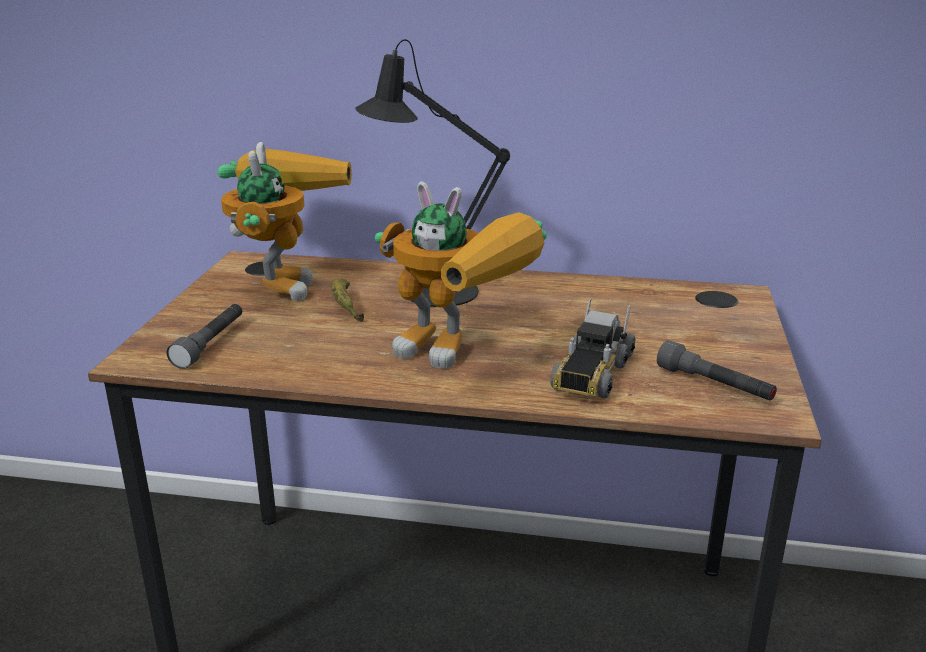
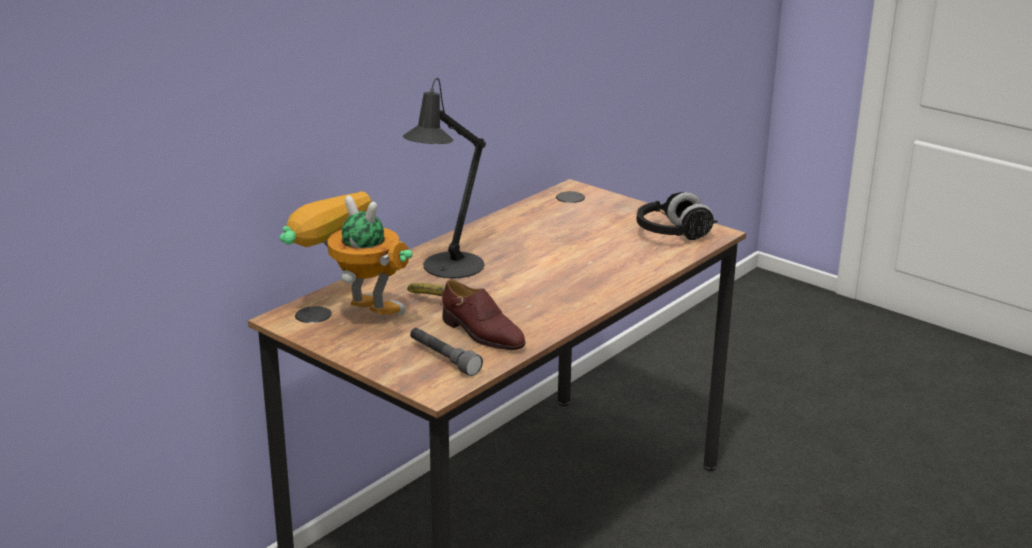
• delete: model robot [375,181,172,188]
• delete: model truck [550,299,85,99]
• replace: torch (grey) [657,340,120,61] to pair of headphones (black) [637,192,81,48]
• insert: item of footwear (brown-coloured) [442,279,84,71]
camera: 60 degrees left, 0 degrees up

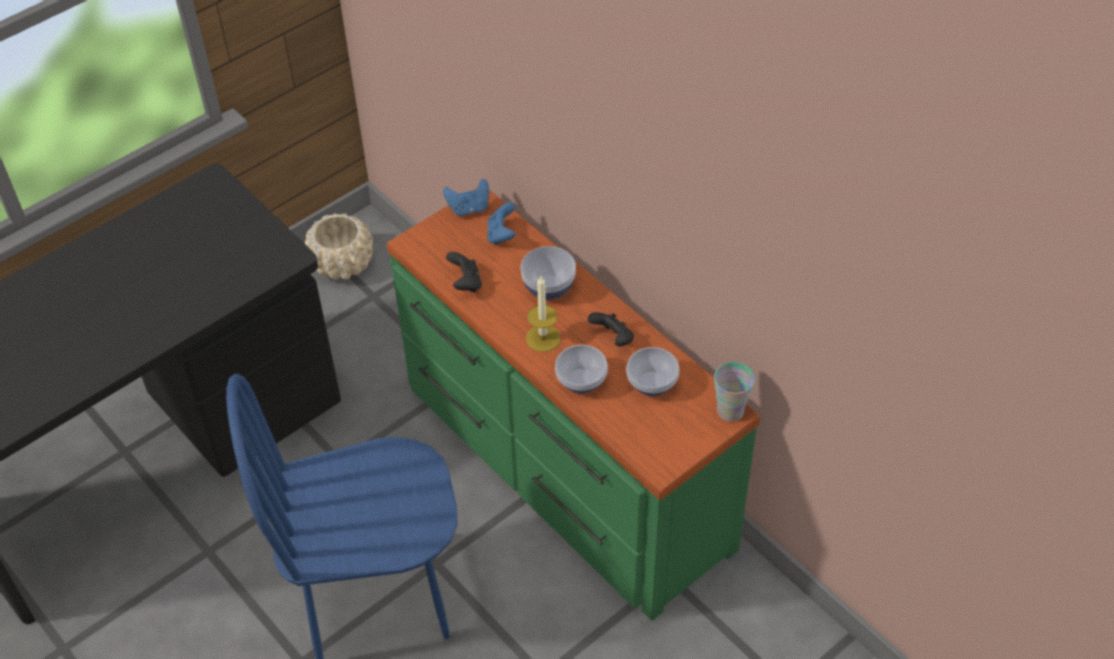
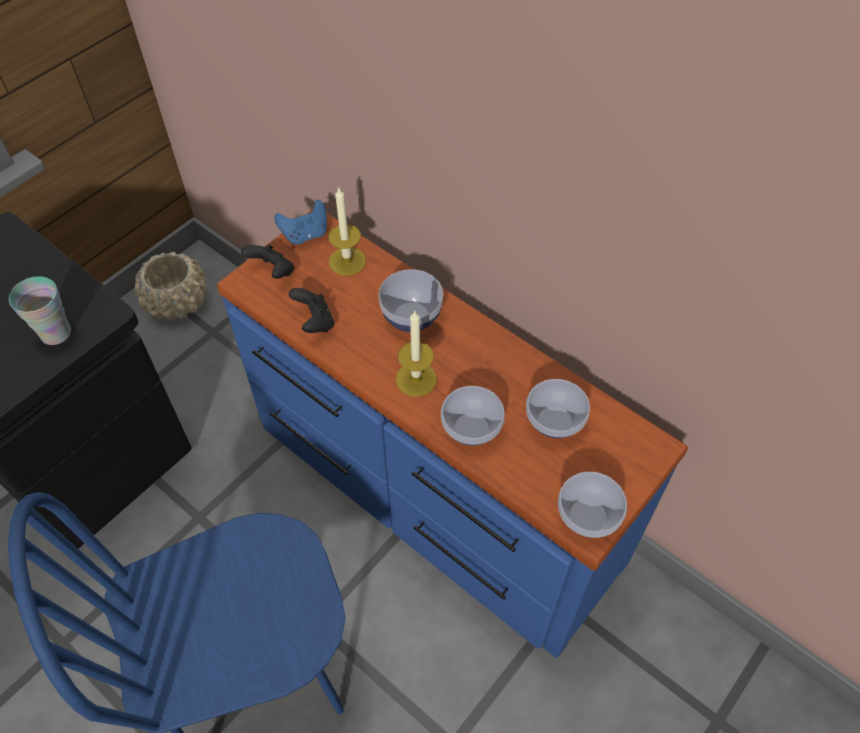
• recolor: dresser (greenish) [387,187,373,434] to dresser (blue-coloured) [217,209,471,449]
• replace: game controller (blue-coloured) [487,202,29,43] to wax candle [328,186,38,90]
• move: game controller (black) [588,312,46,35] to [241,245,53,34]
• move: drinking cup [714,362,41,60] to [9,276,62,69]
• insert: deep dish [558,472,69,66]
camera: 10 degrees left, 5 degrees up

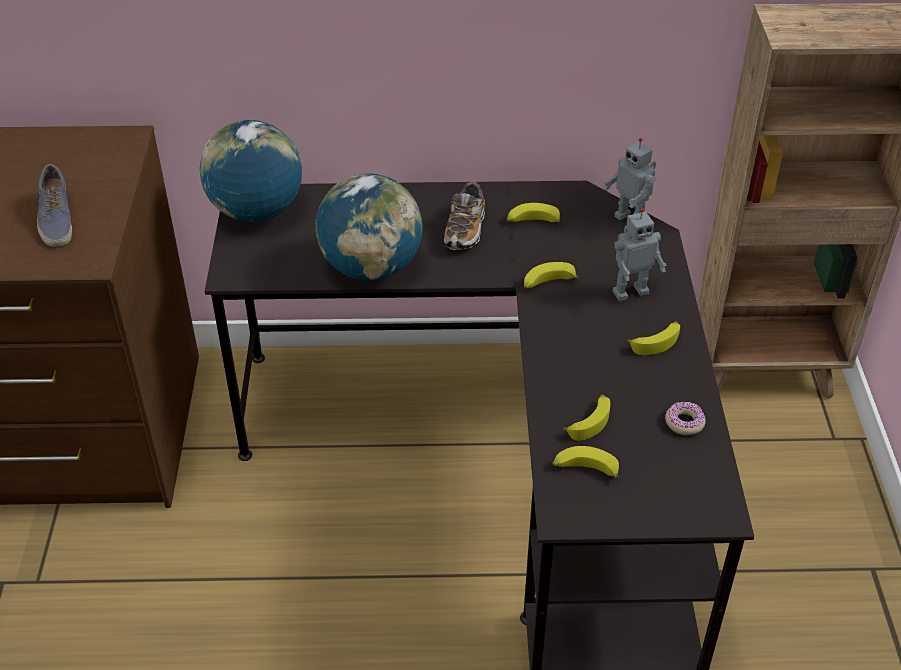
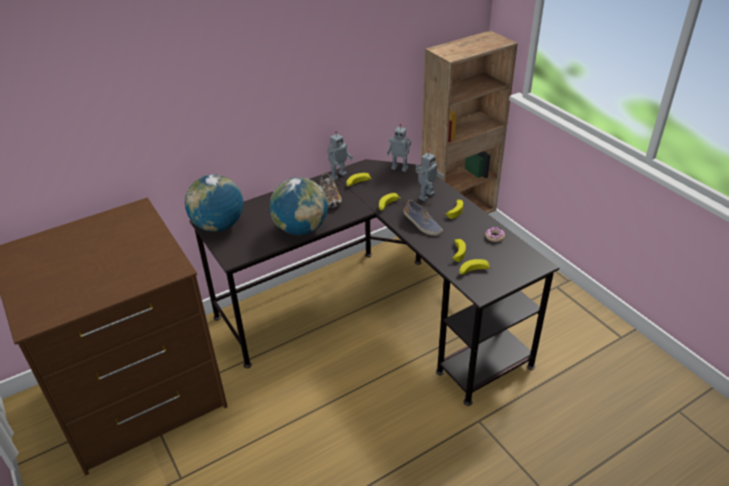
• move: item of footwear [37,164,35,83] to [403,200,40,36]
• insert: model robot [327,131,26,49]
camera: 30 degrees left, 5 degrees down

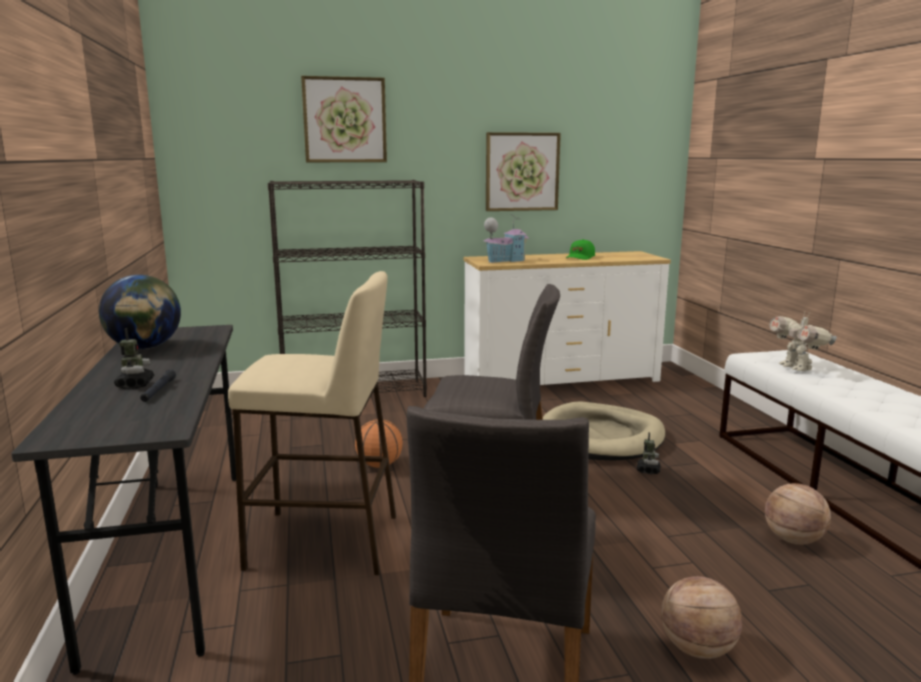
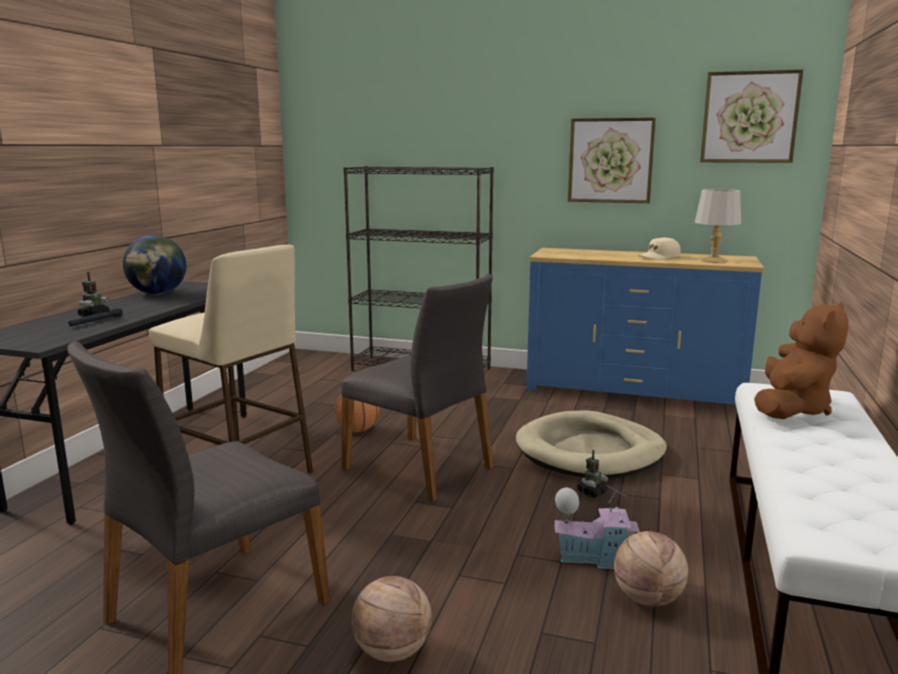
• move: wall picture [301,76,86,86] to [700,69,104,94]
• recolor: dresser (whitish) [464,251,207,134] to dresser (blue-coloured) [527,248,237,163]
• move: miniature house [484,214,45,49] to [555,485,85,84]
• recolor: baseball cap (greenish) [566,239,29,21] to baseball cap (beige) [638,237,43,23]
• replace: model robot [769,313,68,58] to cuddly toy (brown-coloured) [754,302,94,117]
• insert: tabletop lamp (grey) [695,189,46,74]
camera: 30 degrees right, 0 degrees up

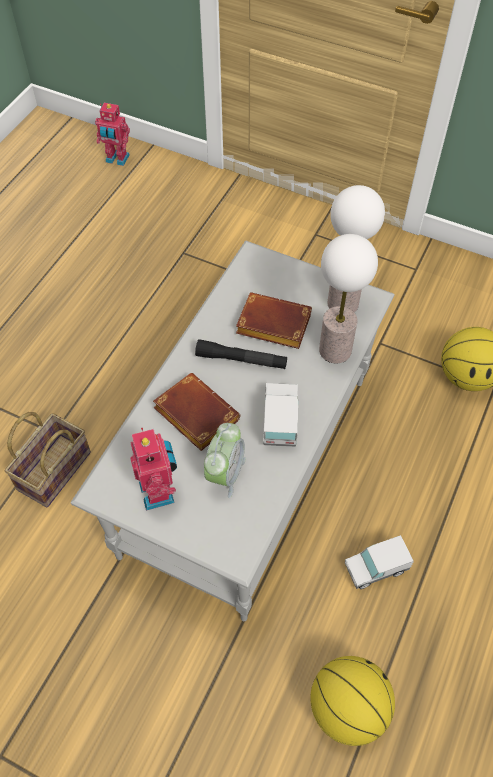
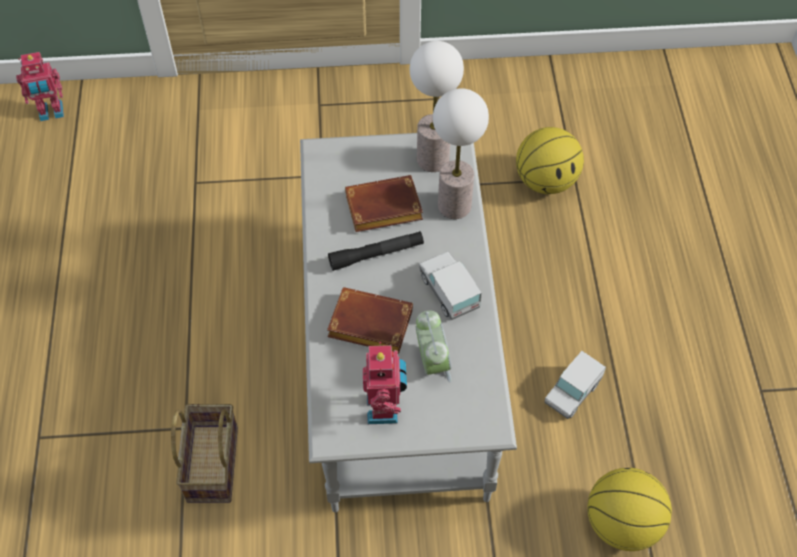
• rotate: model robot [130,428,47,83] = [363,342,44,82] 45 degrees clockwise
camera: 30 degrees left, 0 degrees up

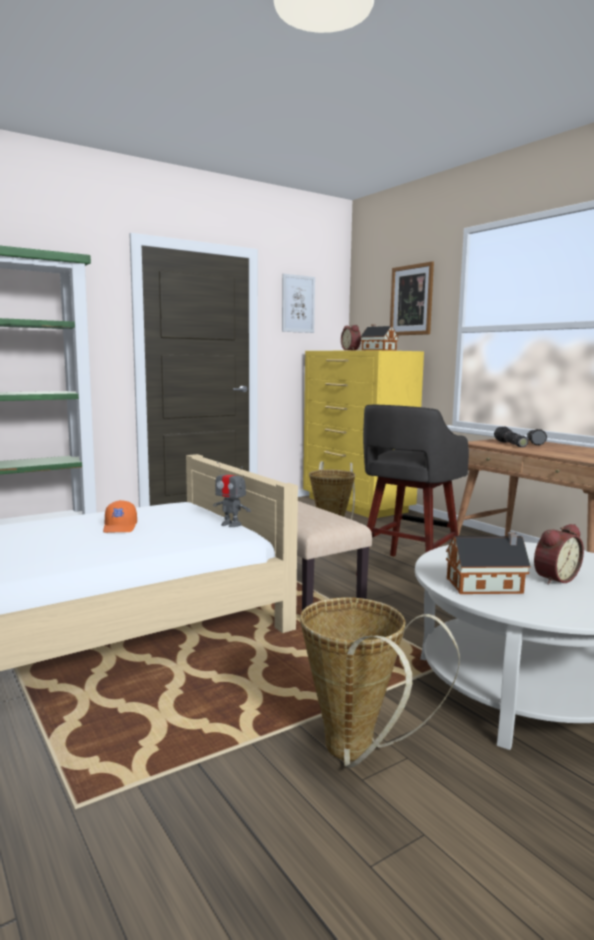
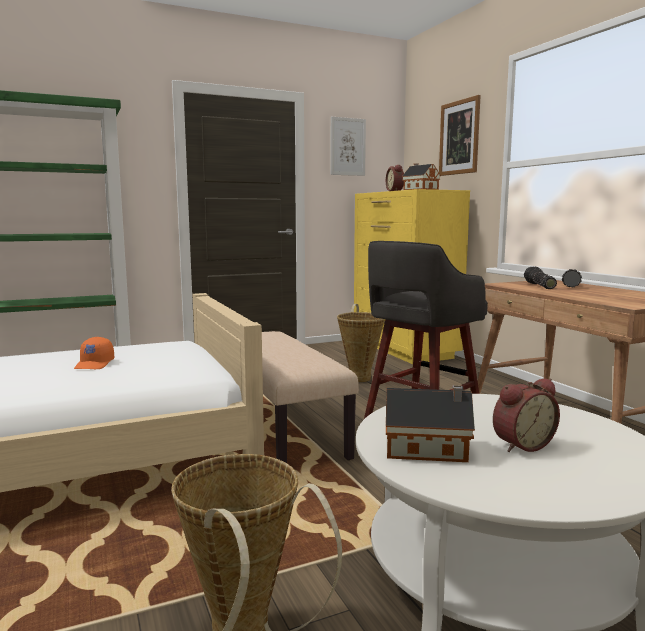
• delete: model robot [213,462,38,65]
camera: 10 degrees right, 0 degrees up

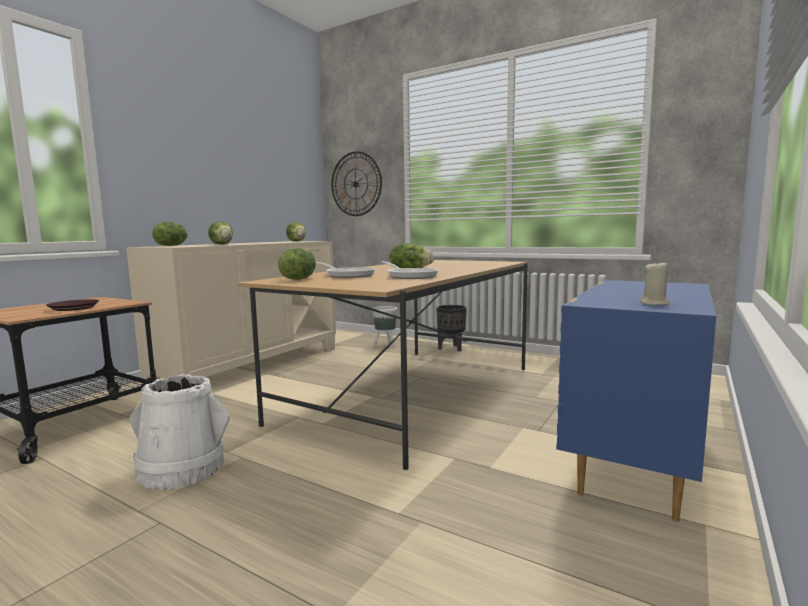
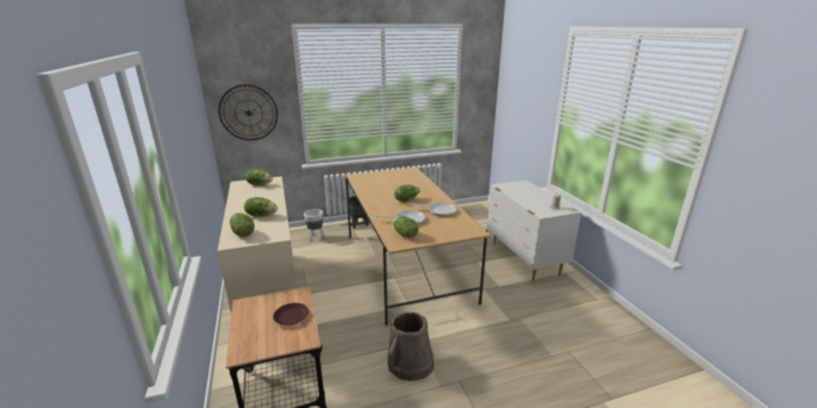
• recolor: water bucket (whitish) [130,374,100,116] to water bucket (brown-coloured) [387,312,47,69]
• recolor: dresser (blue-coloured) [556,280,160,241] to dresser (whitish) [487,180,95,101]
camera: 50 degrees left, 15 degrees up

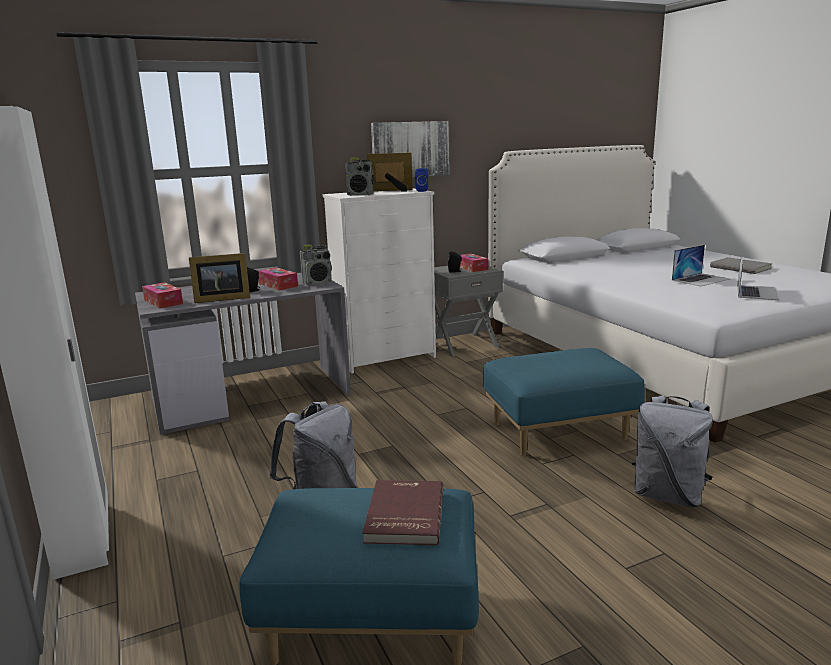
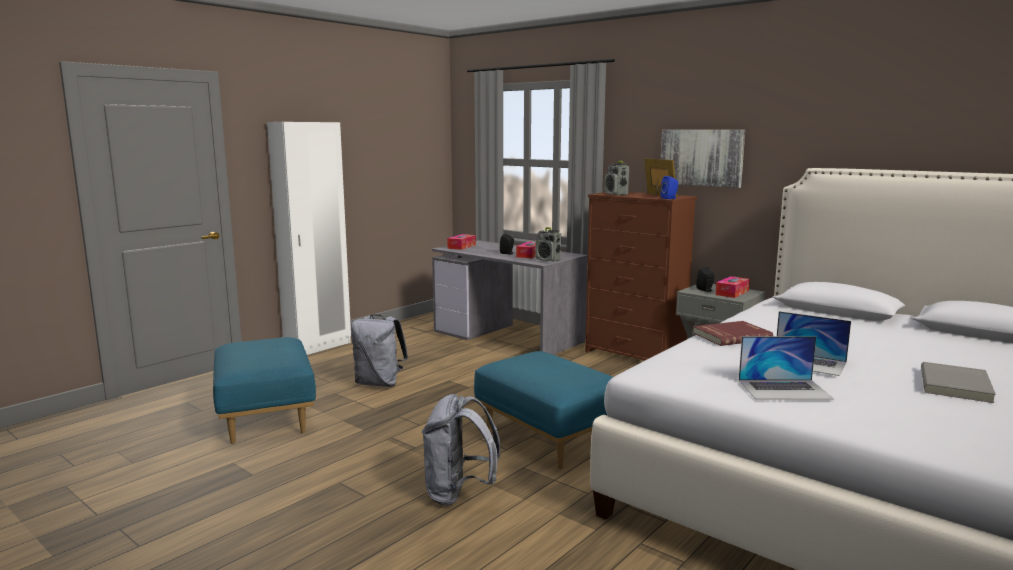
• delete: standing frame [189,253,61,50]
• recolor: dresser (whitish) [323,188,113,186] to dresser (brown-coloured) [585,192,112,168]
• move: book (red) [362,480,81,65] to [693,321,80,25]
camera: 65 degrees right, 5 degrees down

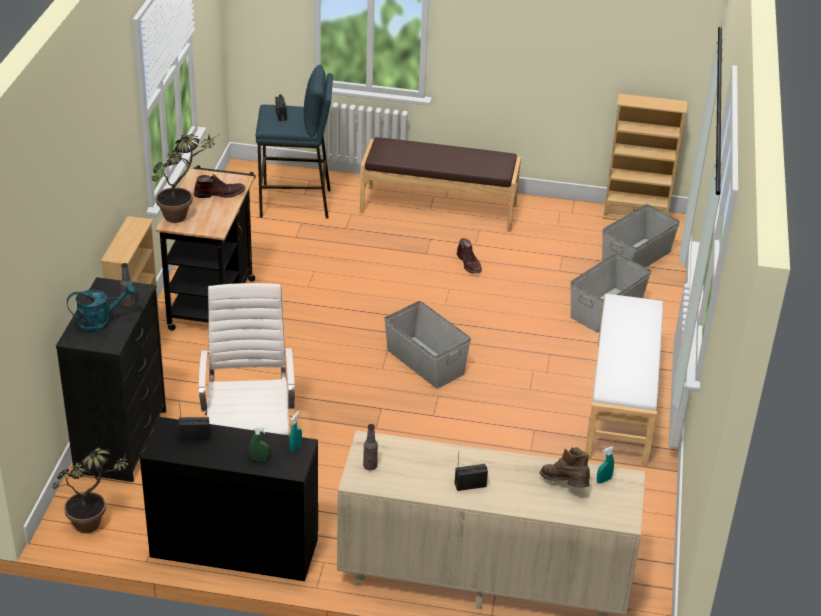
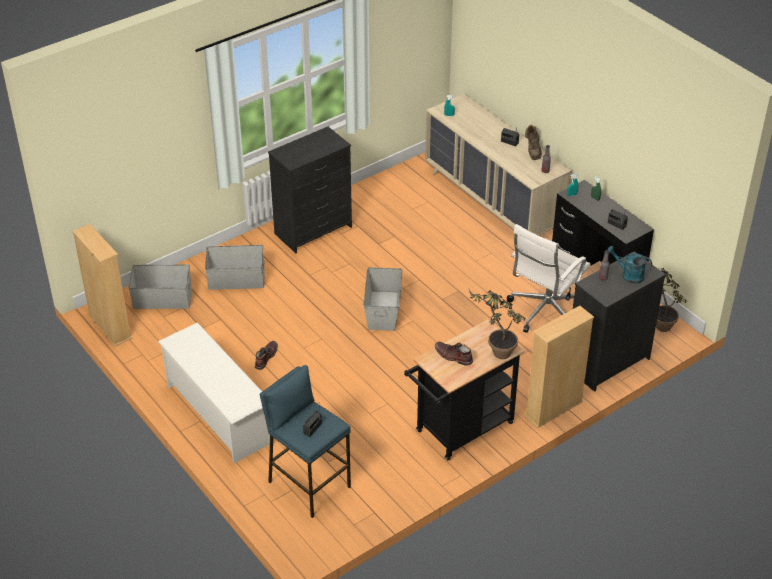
• replace: long seat (brown-coloured) [360,137,161,95] to shoe stand (whitish) [158,322,116,141]
• move: high-top boot (brown-coloured) [540,447,50,41] to [525,124,17,36]
• replace: long seat (whitish) [585,294,79,172] to dresser (black) [268,127,84,126]
camera: 135 degrees left, 5 degrees up

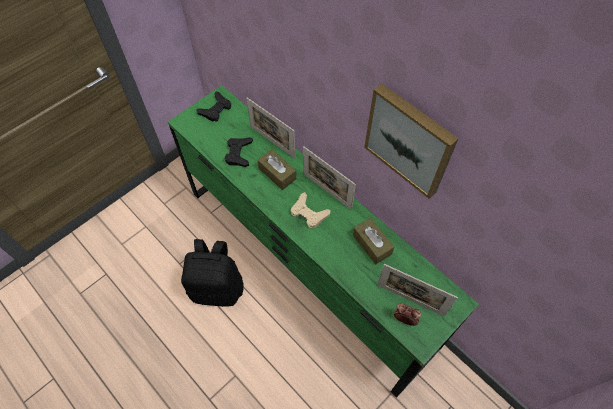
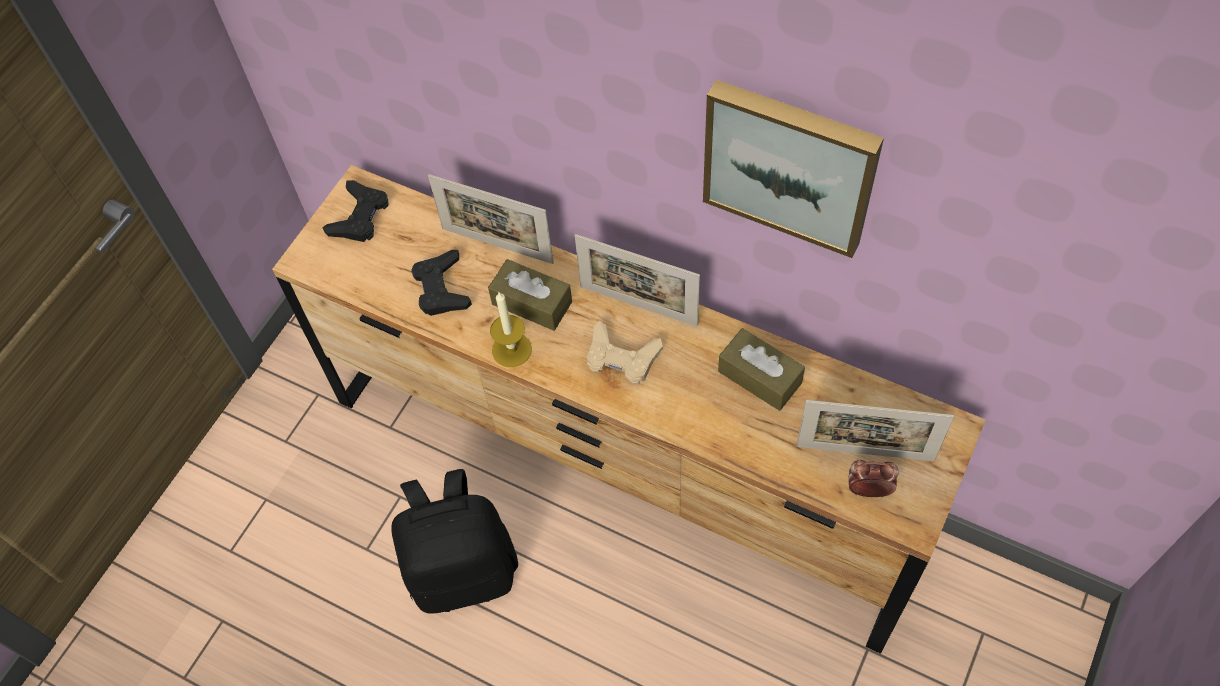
• recolor: dresser (greenish) [168,86,311,312] to dresser (brown-coloured) [272,165,714,489]
• insert: wax candle [490,292,42,75]
camera: 15 degrees left, 0 degrees up

